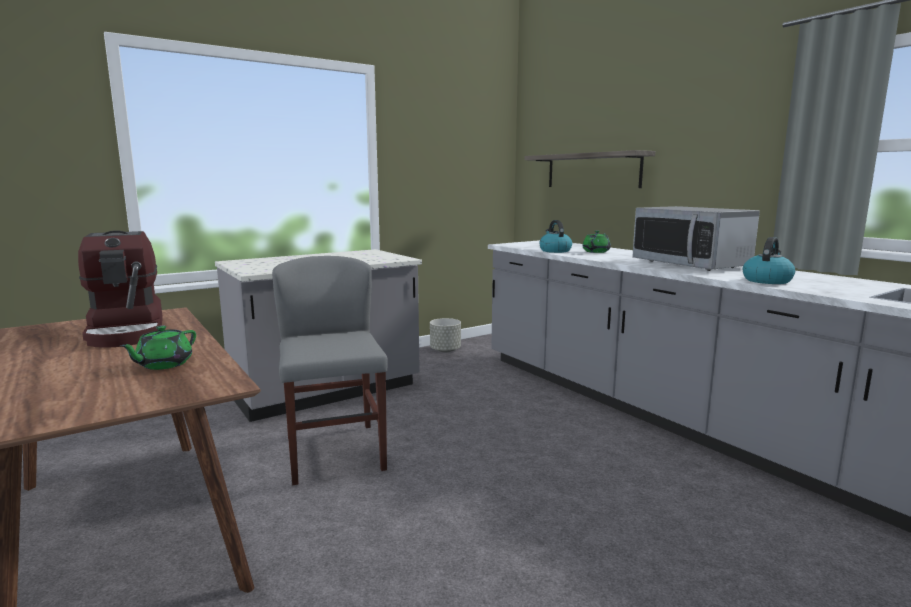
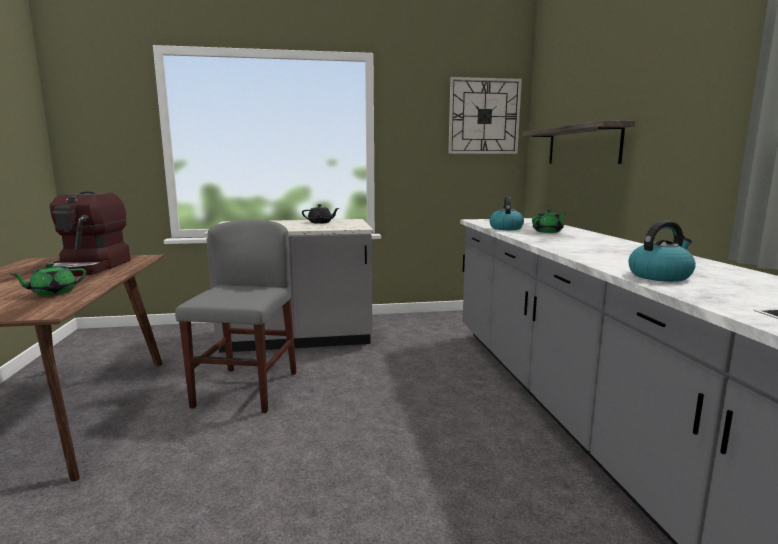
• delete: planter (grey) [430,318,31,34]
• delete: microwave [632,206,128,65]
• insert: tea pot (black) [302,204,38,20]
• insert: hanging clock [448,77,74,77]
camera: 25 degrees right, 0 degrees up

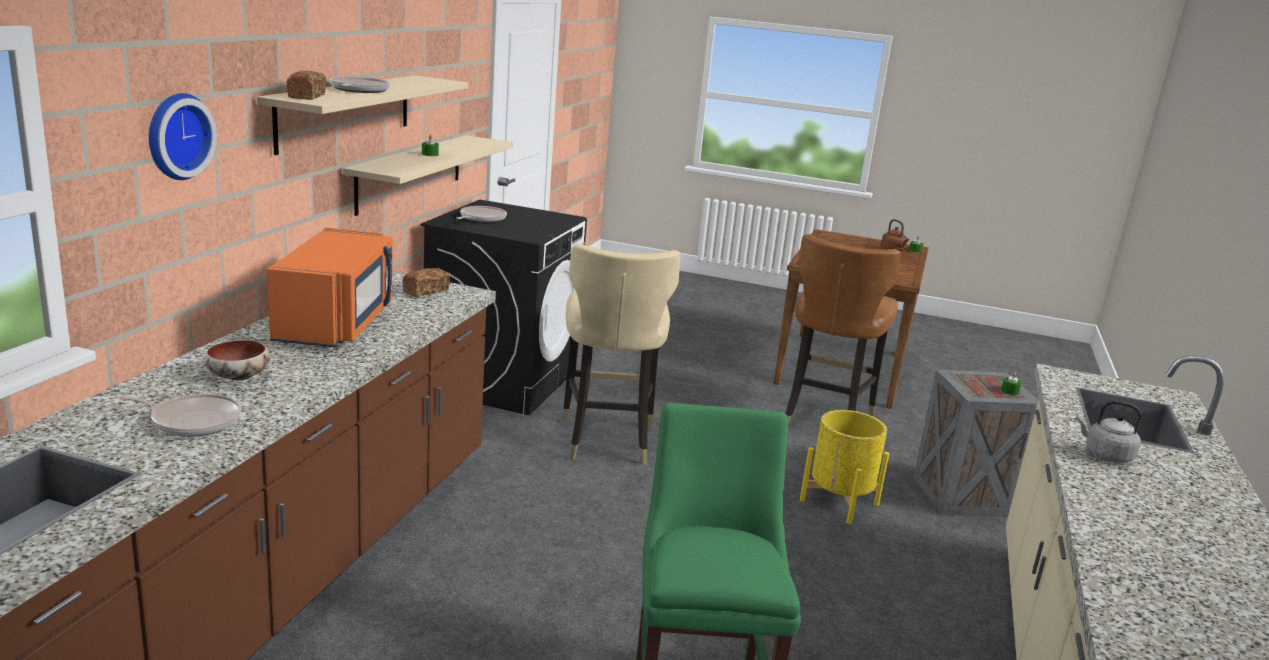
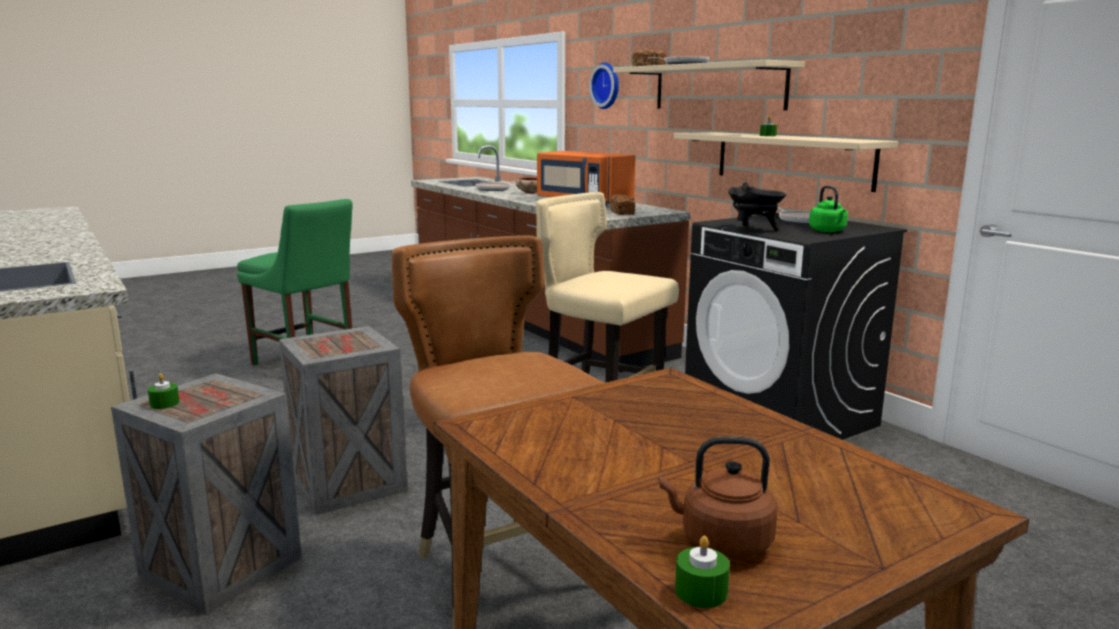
• replace: planter (yellow-coloured) [800,410,89,114] to crate [279,326,129,189]
• delete: water kettle (grey) [1077,400,65,63]
• insert: cooking pot (black) [728,182,59,49]
• insert: water kettle (greenish) [809,185,39,47]
camera: 130 degrees right, 5 degrees down

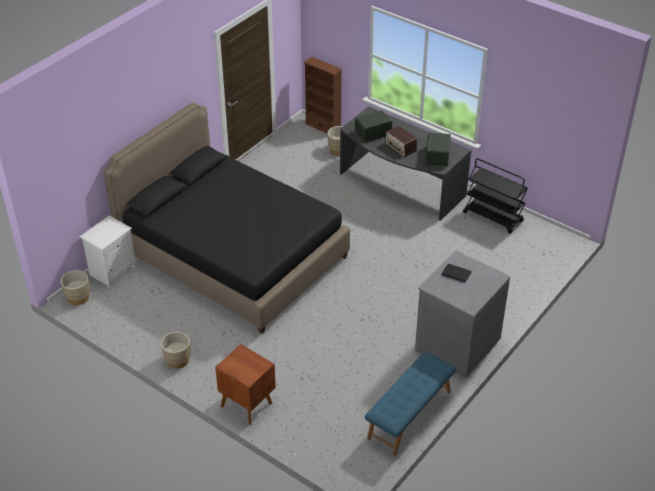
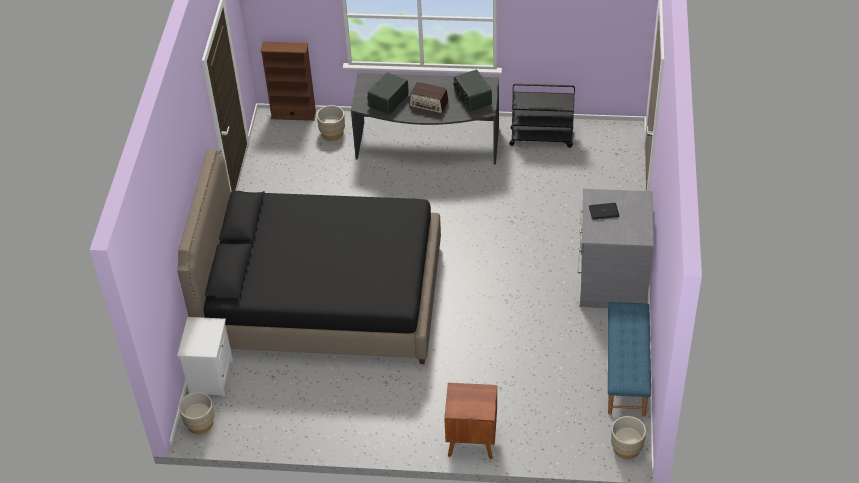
• move: planter (beige) [161,332,30,37] to [611,416,35,43]
camera: 30 degrees left, 5 degrees up

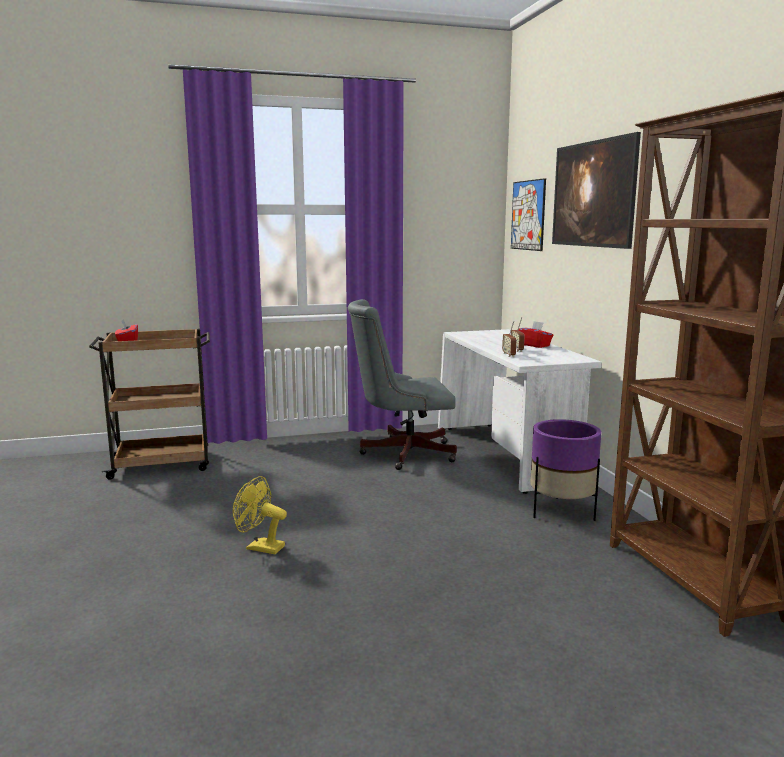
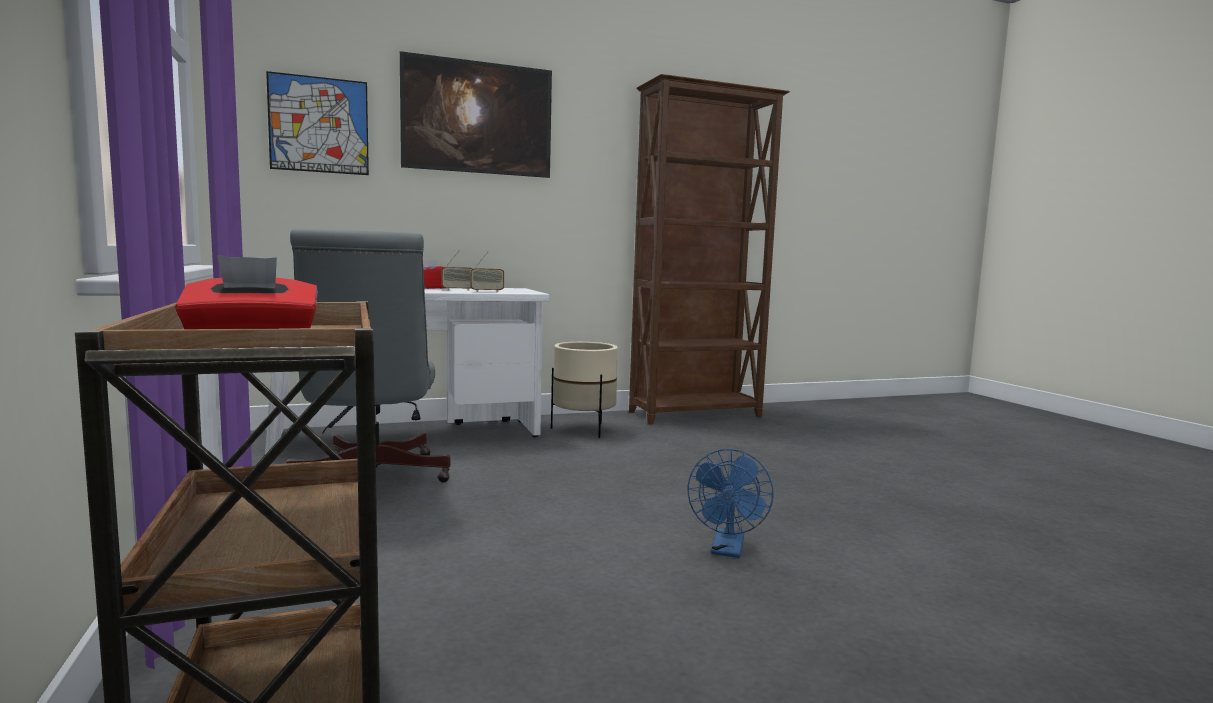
• recolor: electric fan (yellow-coloured) [233,476,54,78] to electric fan (blue-coloured) [687,449,87,109]
• recolor: planter (purplish) [530,419,71,102] to planter (beige) [551,342,67,96]
camera: 95 degrees left, 5 degrees down

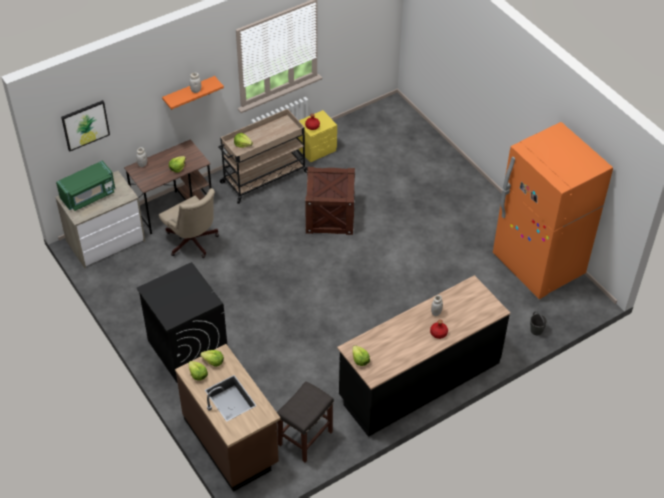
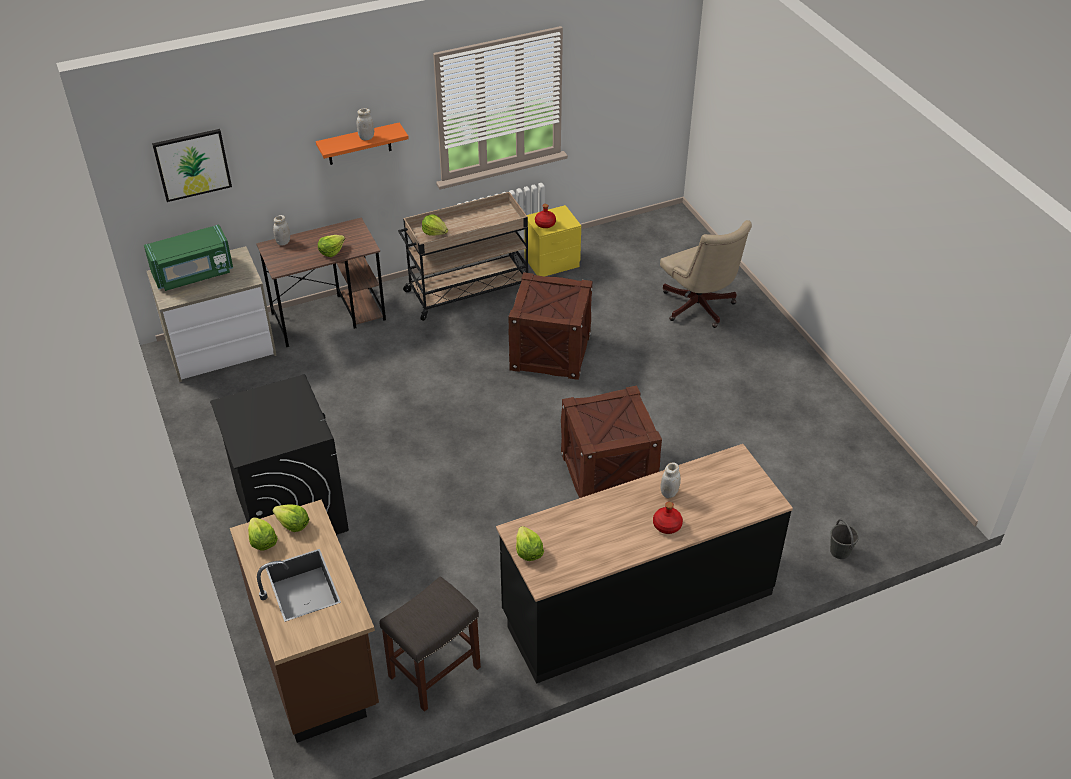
• move: computer chair (beige) [159,188,60,70] to [660,220,92,108]
• delete: fridge (orange) [493,122,120,177]
• insert: crate [561,386,101,112]
camera: 10 degrees right, 5 degrees down

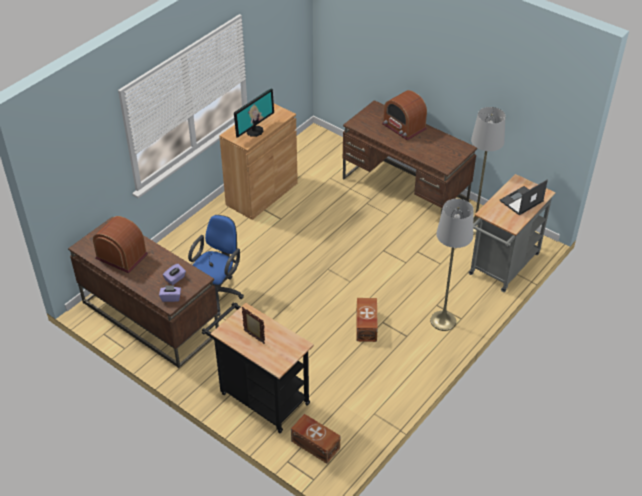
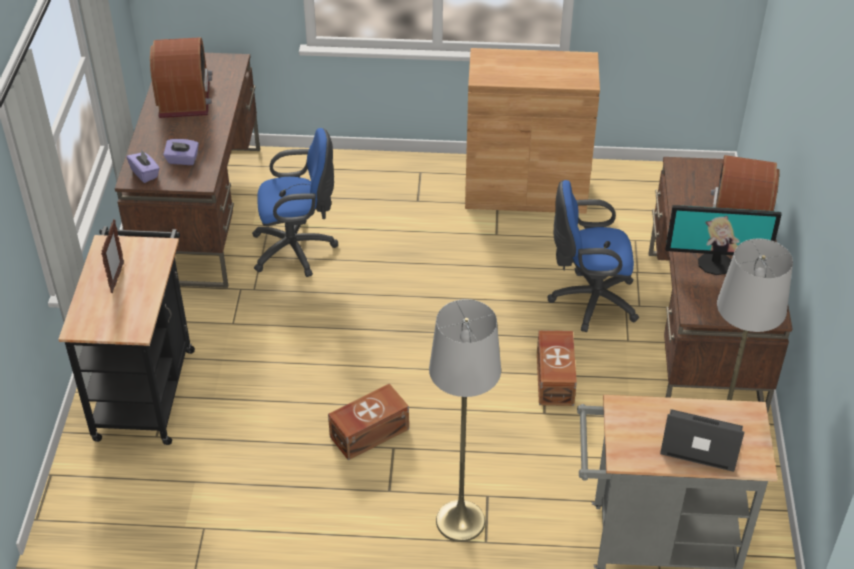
• move: monitor [234,89,40,49] to [666,205,116,70]
• move: storage container (brown-coloured) [291,414,49,50] to [537,330,40,76]
• insert: computer chair (blue-coloured) [548,180,91,152]
camera: 55 degrees right, 0 degrees up

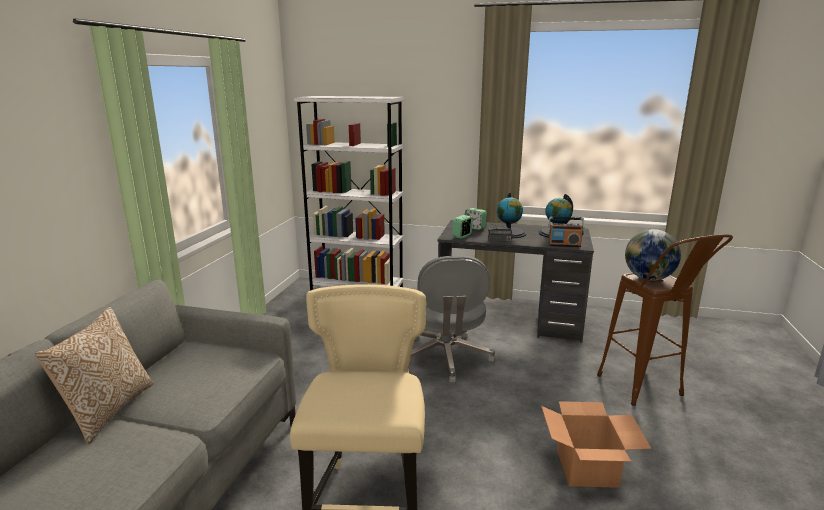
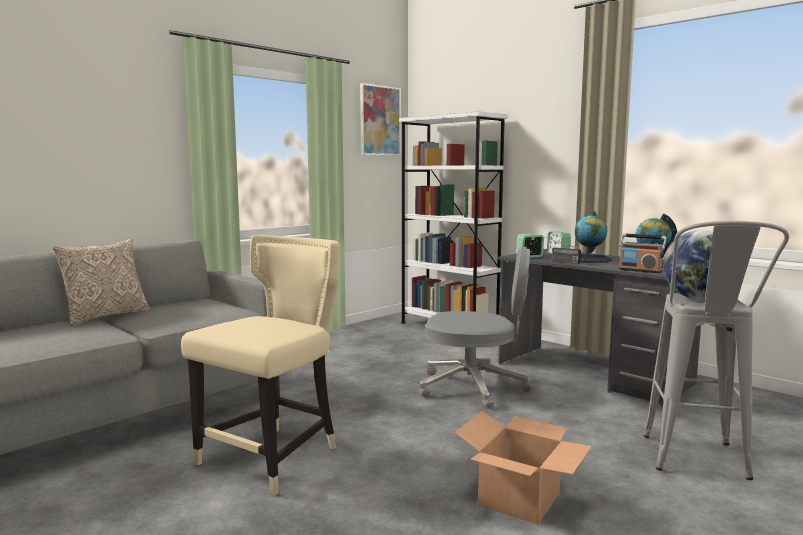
• rotate: computer chair (grey) [411,256,84,129] = [420,247,112,162] 105 degrees counterclockwise
• recolor: sitting stool (brown-coloured) [597,234,136,172] to sitting stool (grey) [644,221,145,259]
• insert: wall picture [360,83,41,73]
camera: 30 degrees right, 10 degrees down

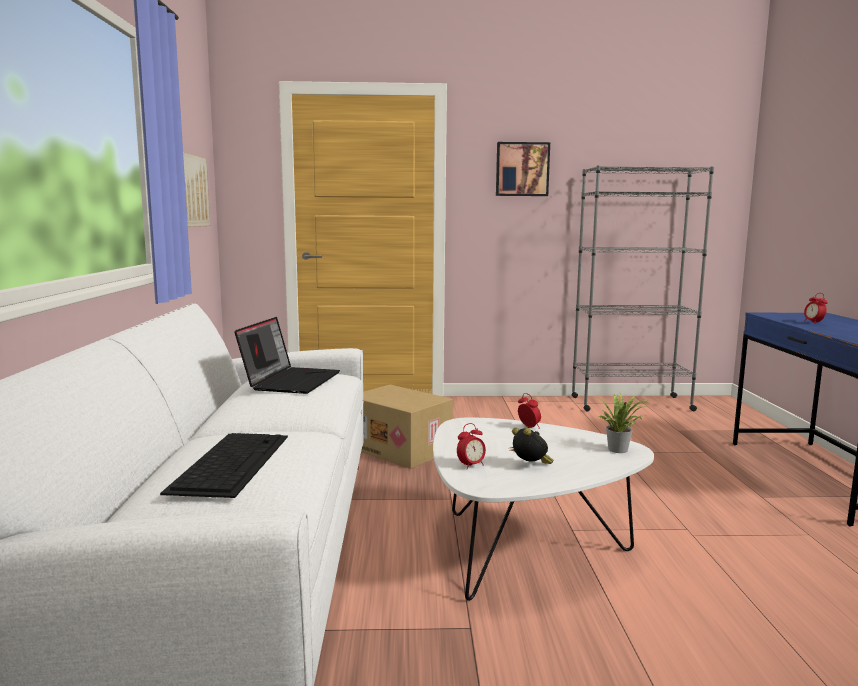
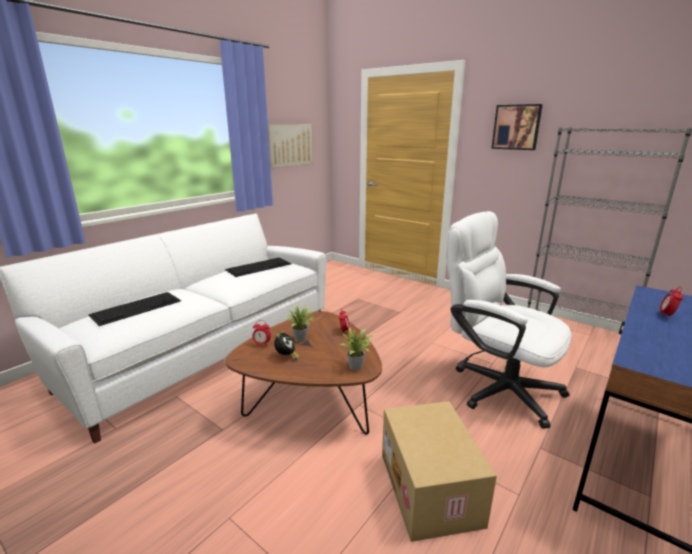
• replace: laptop [234,317,106,77] to keyboard [225,258,66,19]
• move: cardboard box [361,385,92,84] to [382,401,115,141]
• recolor: low table (whitish) [433,417,221,184] to low table (brown-coloured) [226,311,156,124]
• insert: houseplant [286,304,30,38]
• insert: computer chair (whitish) [446,211,126,218]
camera: 40 degrees right, 10 degrees up

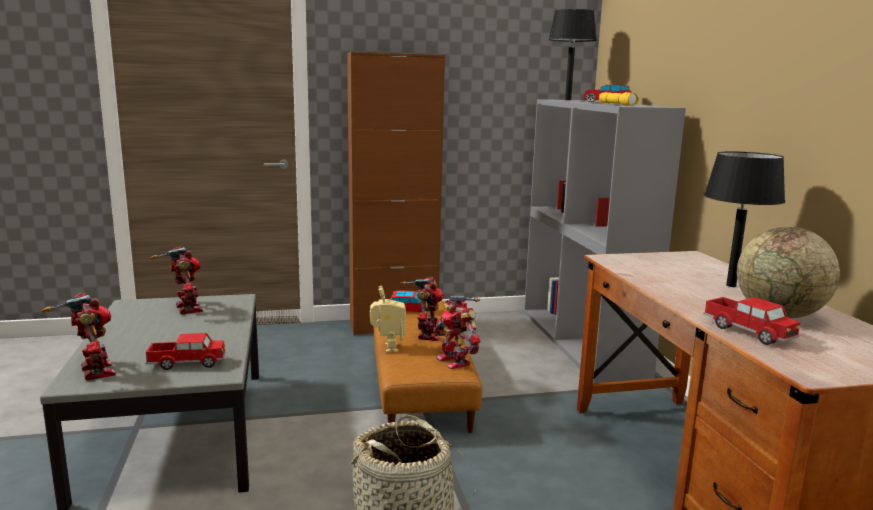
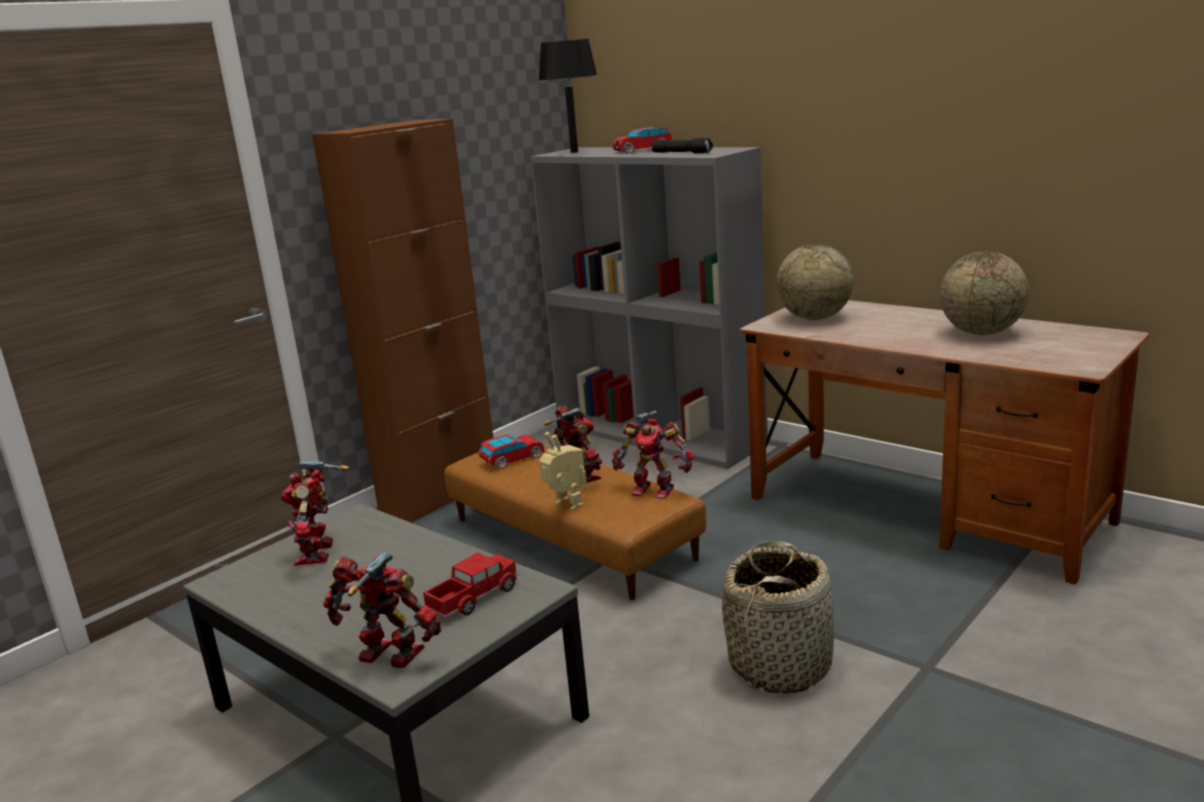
• rotate: model robot [150,246,53,68] = [281,460,68,106] 120 degrees counterclockwise
• recolor: torch (yellow-coloured) [599,92,40,14] to torch (black) [652,138,61,15]
• delete: model truck [703,297,97,48]
• delete: tabletop lamp (black) [704,152,81,135]
• insert: globe [777,244,77,76]
camera: 35 degrees left, 5 degrees up

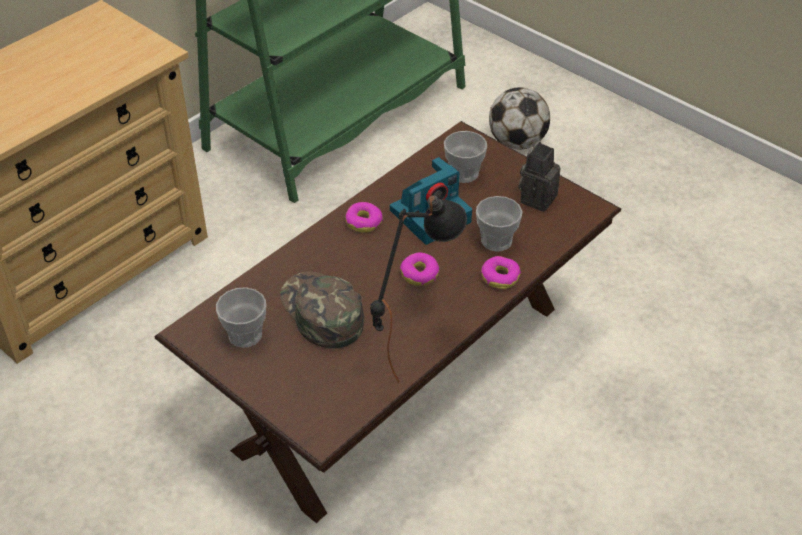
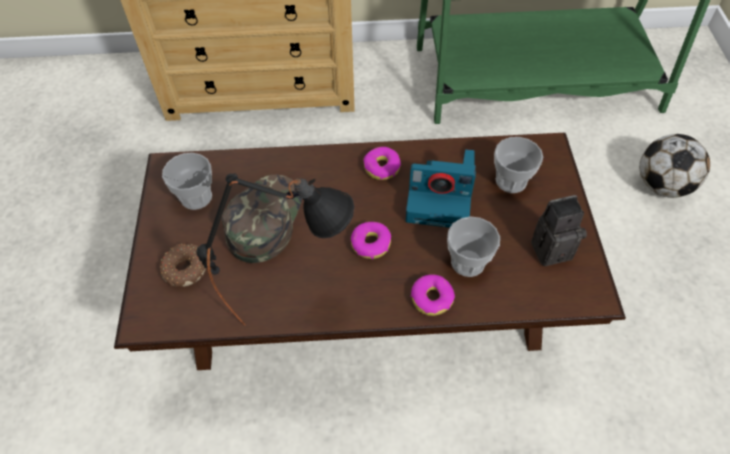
• insert: ring doughnut [159,244,47,43]
camera: 45 degrees right, 10 degrees up

